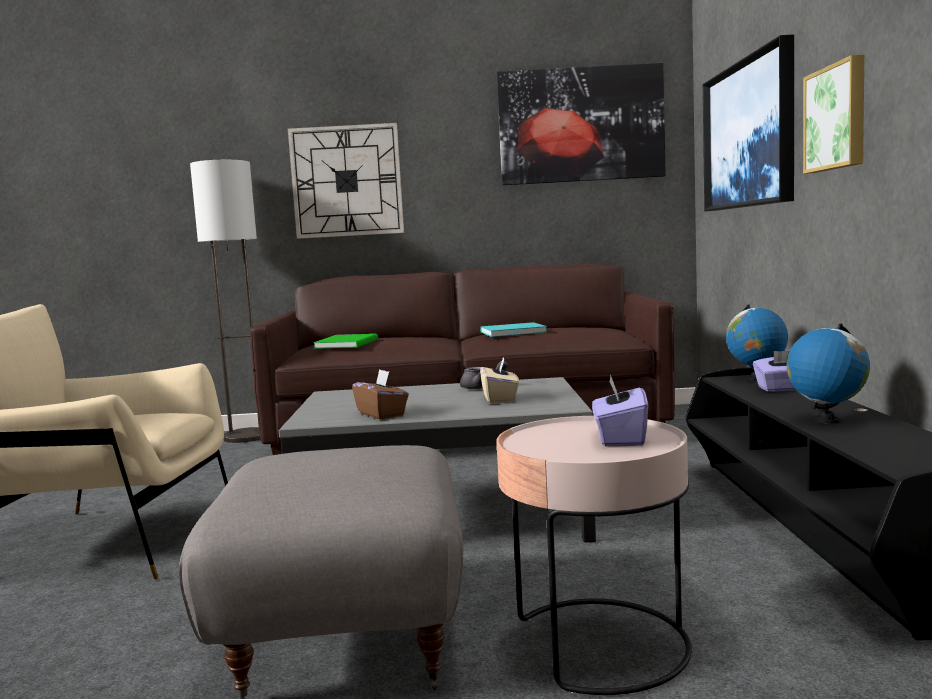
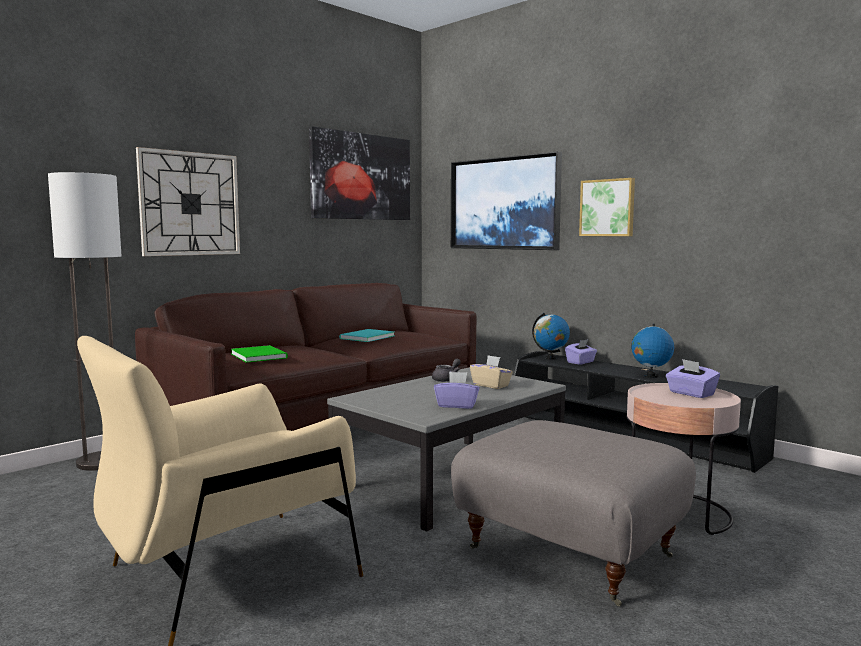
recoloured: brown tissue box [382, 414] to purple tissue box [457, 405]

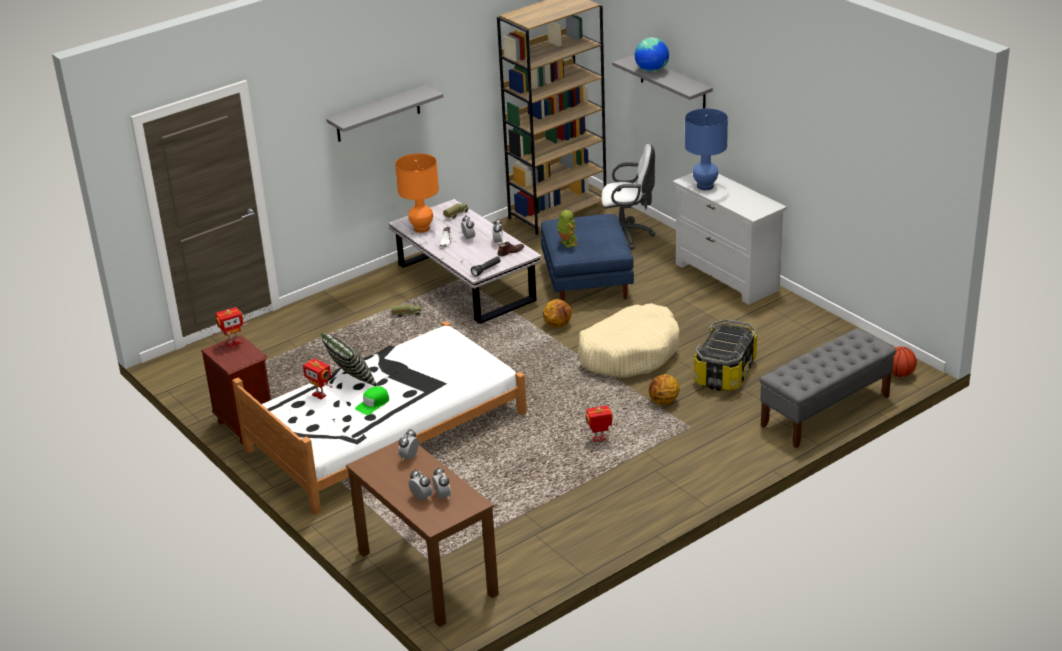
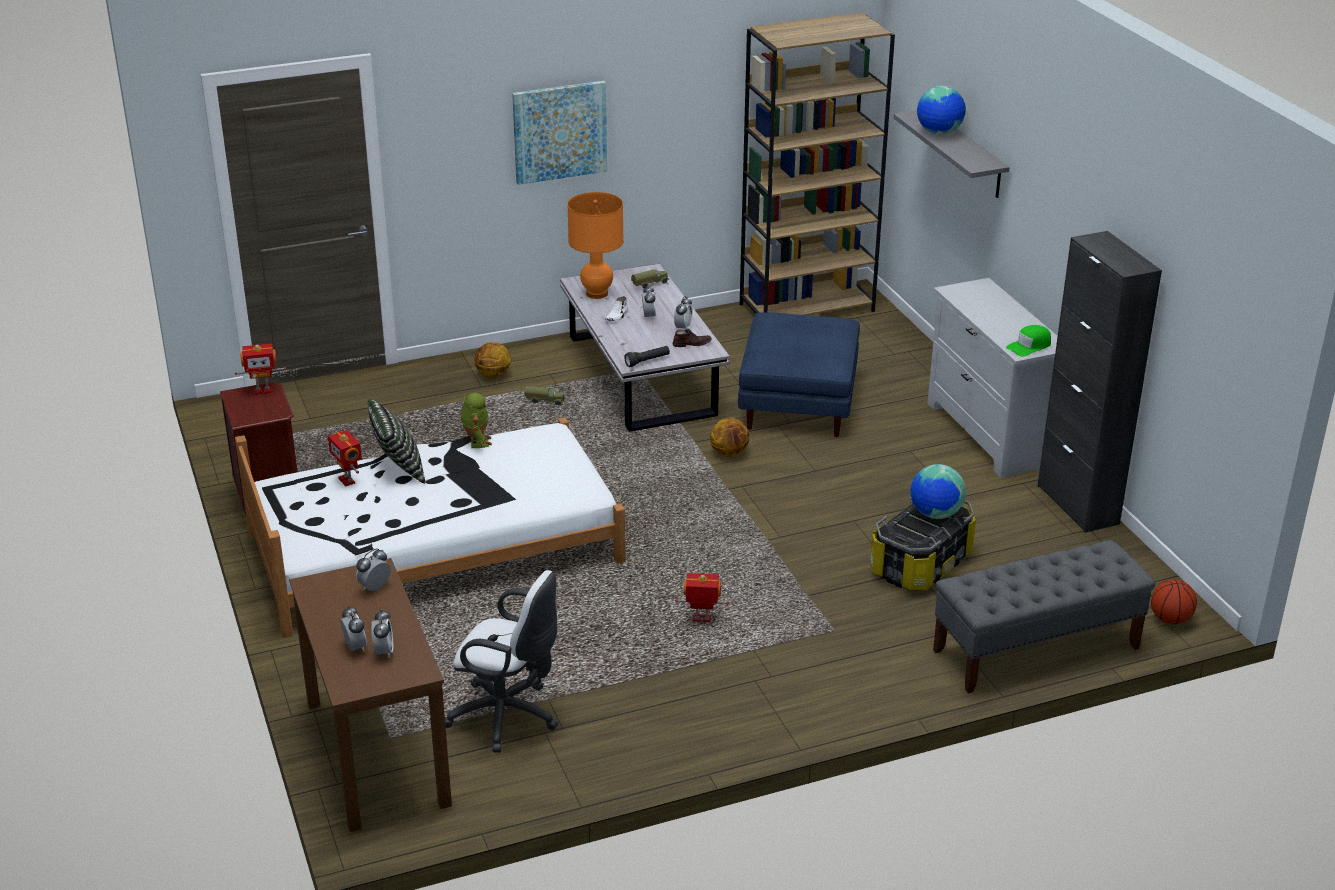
removed: beige dog bed [629, 353]; blue table lamp [705, 186]
added: globe [935, 514]; black cabinet [1077, 505]
moved: green cap [373, 404] to [1029, 346]; toy robot [567, 243] to [476, 442]; white office chair [626, 236] to [508, 717]; basketball [664, 402] to [493, 375]
replaced: grey shelf [378, 114] to picture [559, 131]

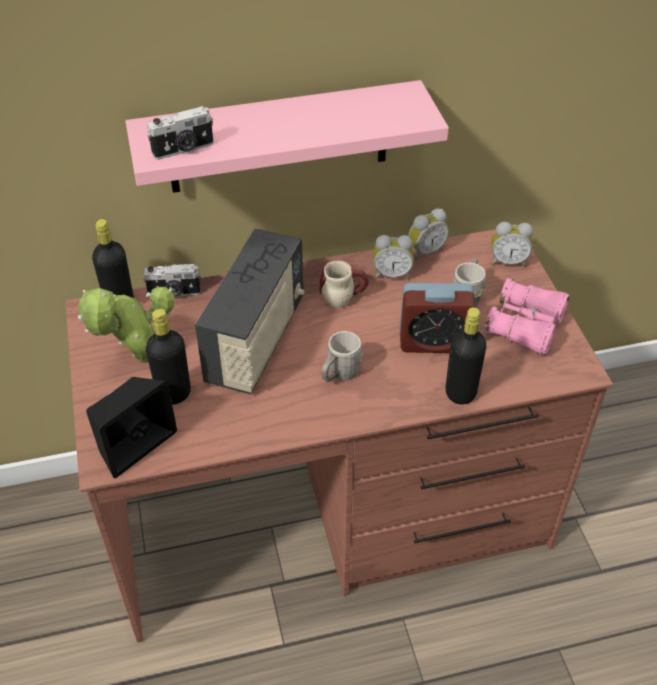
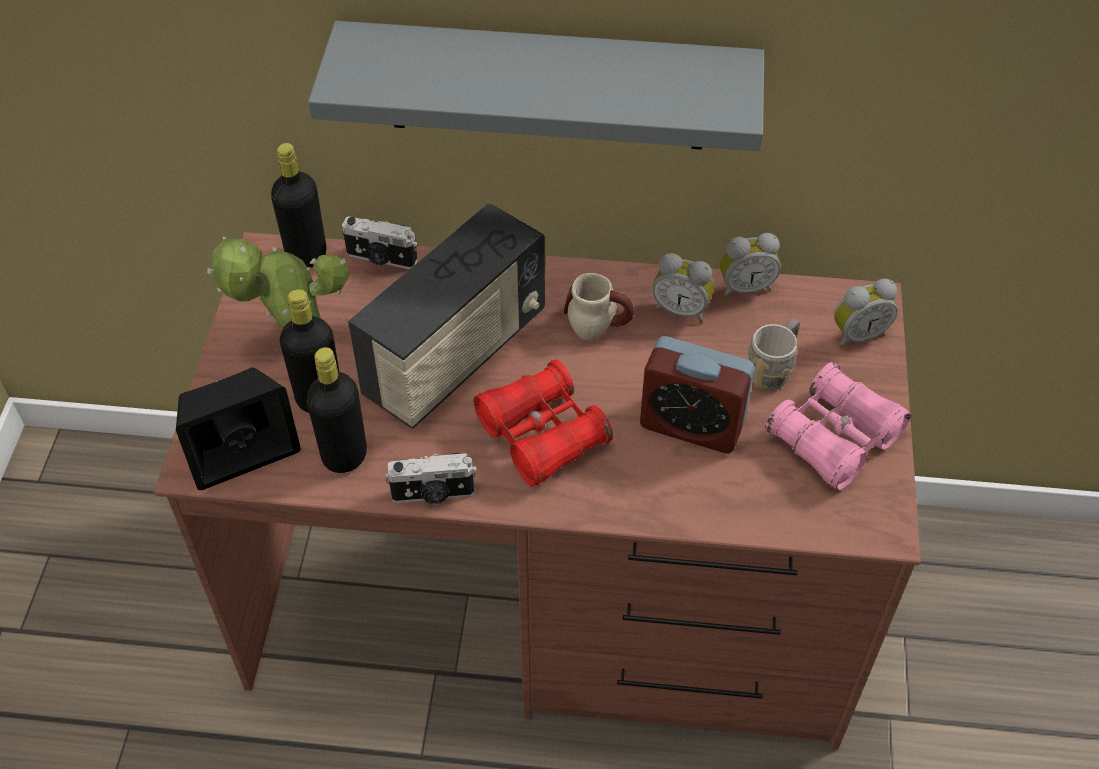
moved: photo camera [184, 150] to [433, 494]; black bottle [460, 392] to [344, 455]
replaced: grey mug [339, 374] to red binoculars [542, 435]
recoloured: pink shelf [278, 138] to grey shelf [547, 86]
turned: alarm clock [508, 261] = [857, 334] 45 degrees counterclockwise

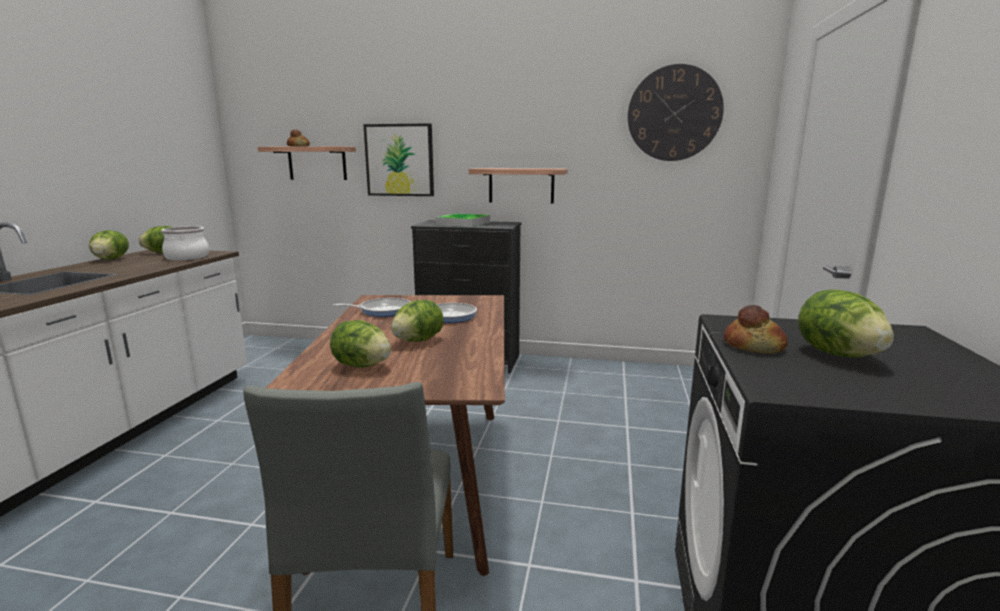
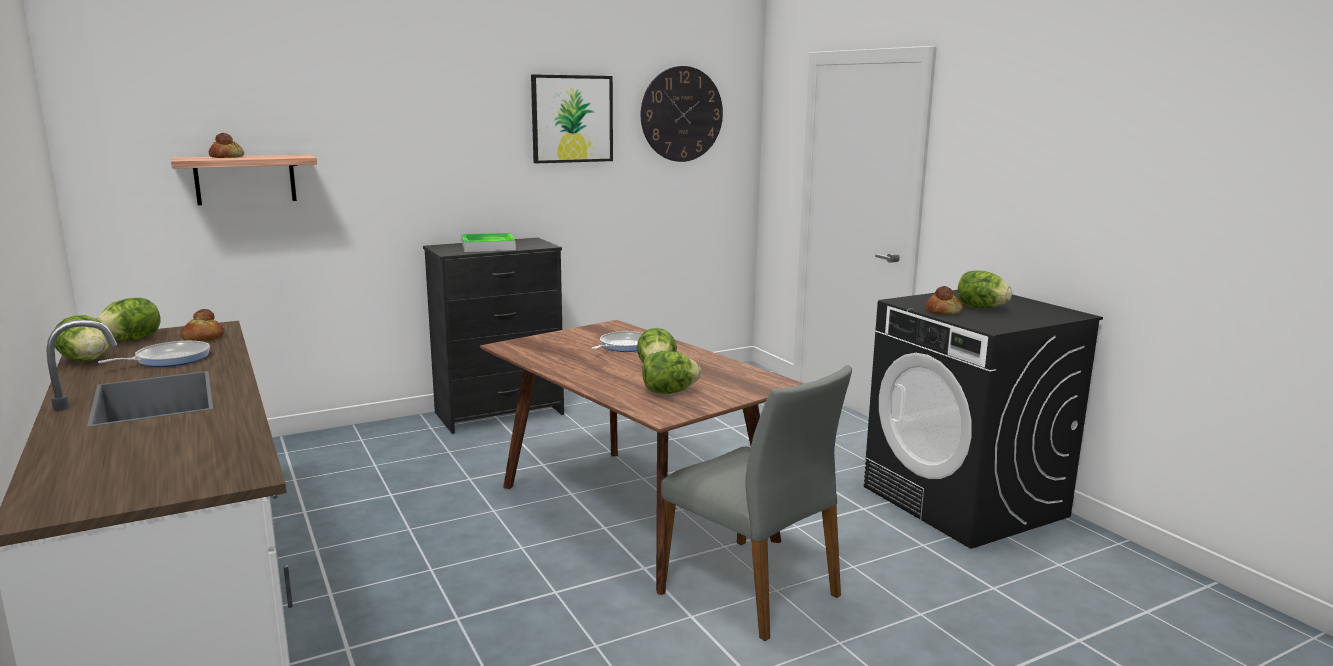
removed: shelf [521, 185]
moved: frying pan [382, 310] to [169, 359]; picture [399, 160] to [572, 119]
replaced: cooking pot [187, 257] to bread [203, 338]

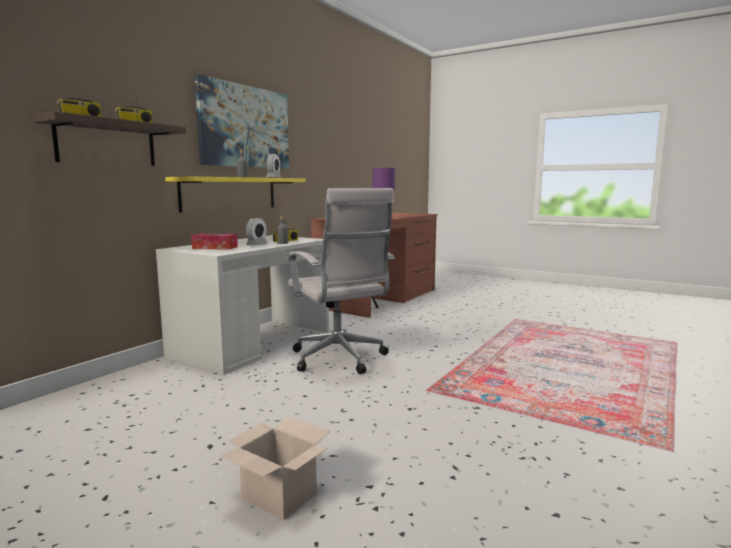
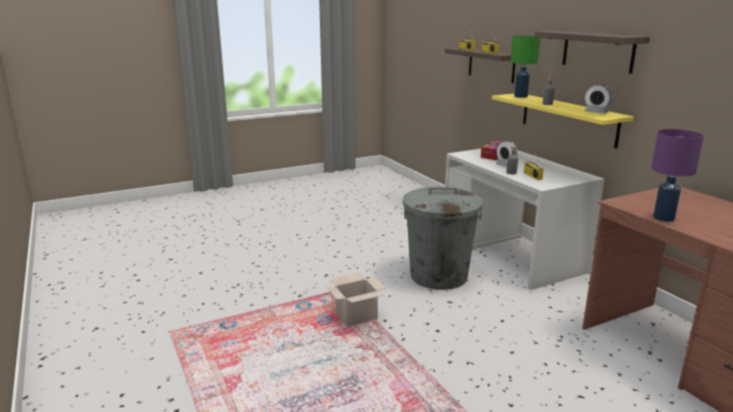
added: green table lamp [520, 96]
moved: cardboard box [277, 496] to [357, 316]
replaced: picture [245, 127] to shelf [597, 51]; white office chair [340, 359] to grey trash can [438, 276]

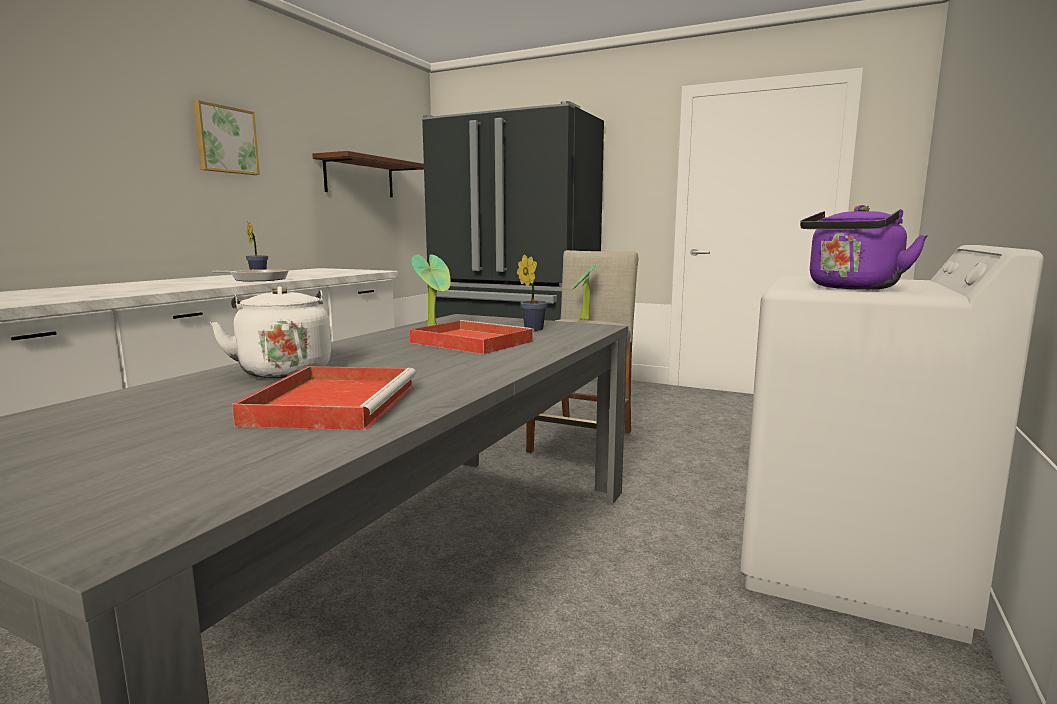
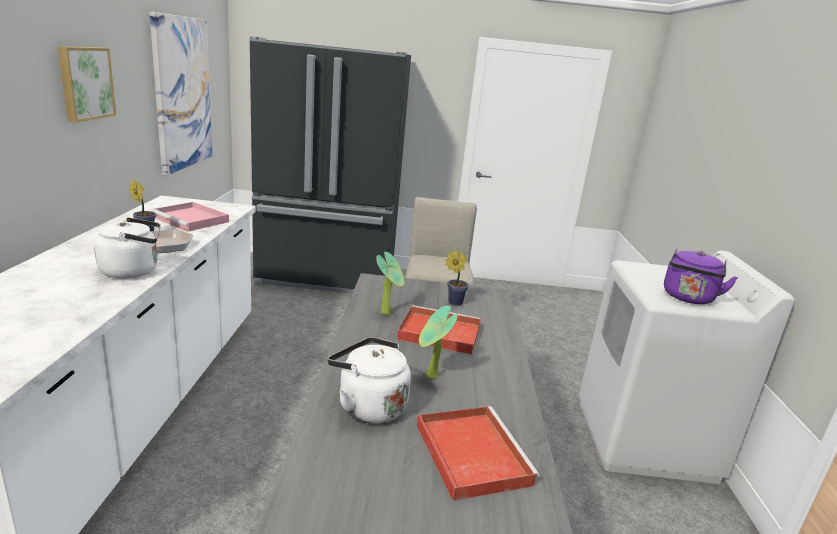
added: white kettle [133, 271]; pink tray [192, 219]
moved: potted plant [583, 319] to [430, 378]
replaced: brown shelf [359, 177] to picture [182, 93]

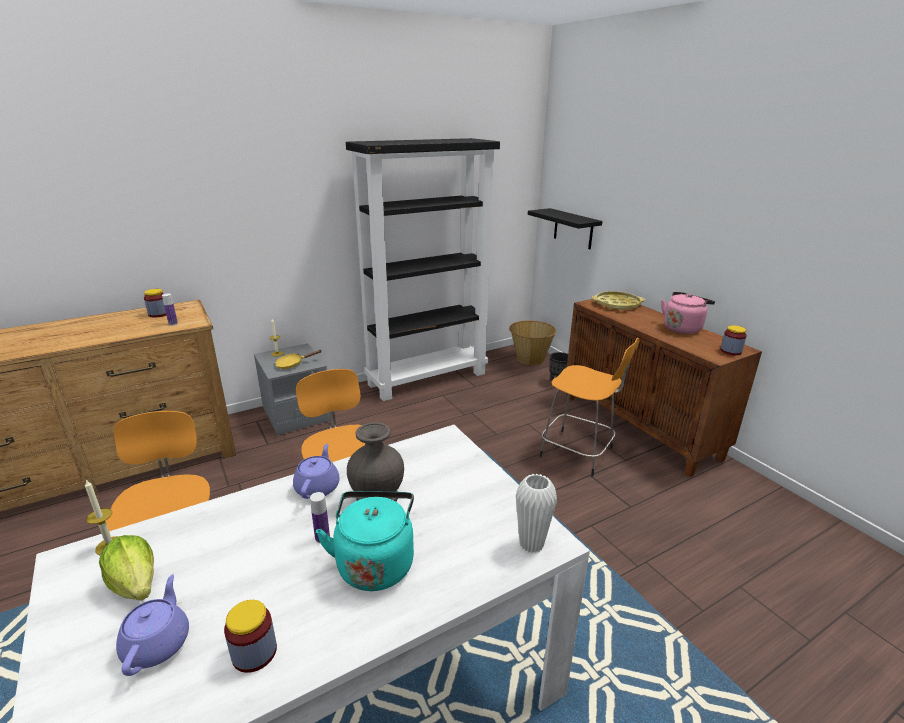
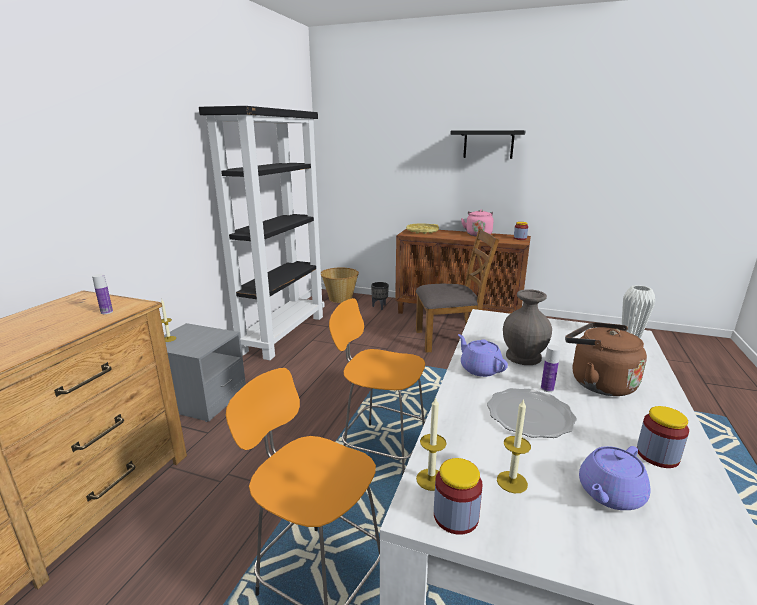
removed: yellow frying pan [292, 364]
added: plate [530, 416]
moved: jar [158, 314] to [456, 516]; black shelf [573, 229] to [488, 144]
replaced: lettuce [136, 584] to candle [512, 482]; orange stool [579, 453] to brown chair [449, 339]
recoloured: turquoise kettle [375, 562] to brown kettle [598, 383]
turned: purple teapot [158, 643] = [609, 494] 90 degrees counterclockwise

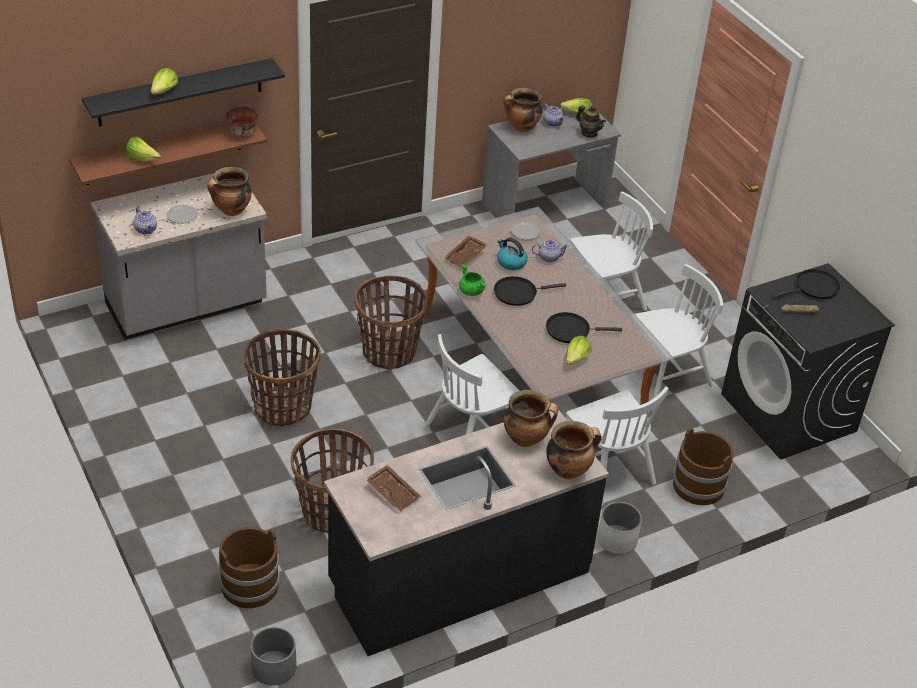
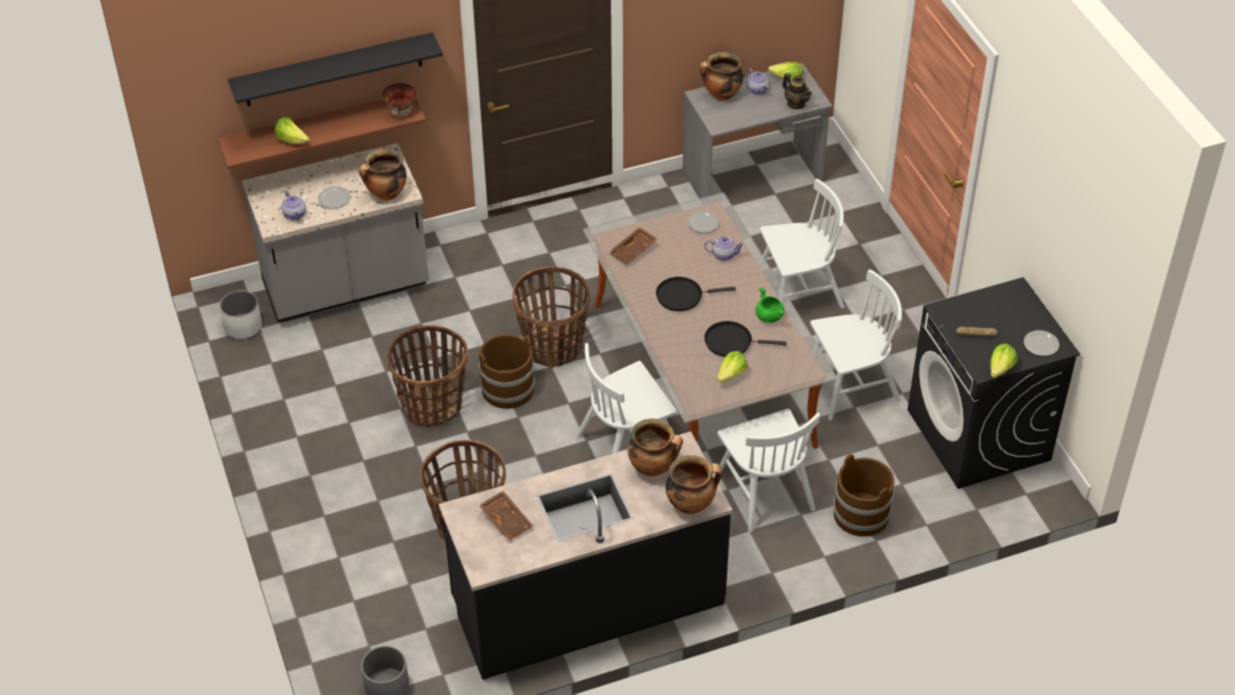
removed: kettle [511, 262]; black frying pan [814, 288]
added: plate [1041, 344]
moved: lettuce [164, 91] to [1000, 369]; brown bucket [249, 586] to [507, 389]; green cooking pot [471, 291] to [769, 316]; white planter [616, 540] to [243, 327]

